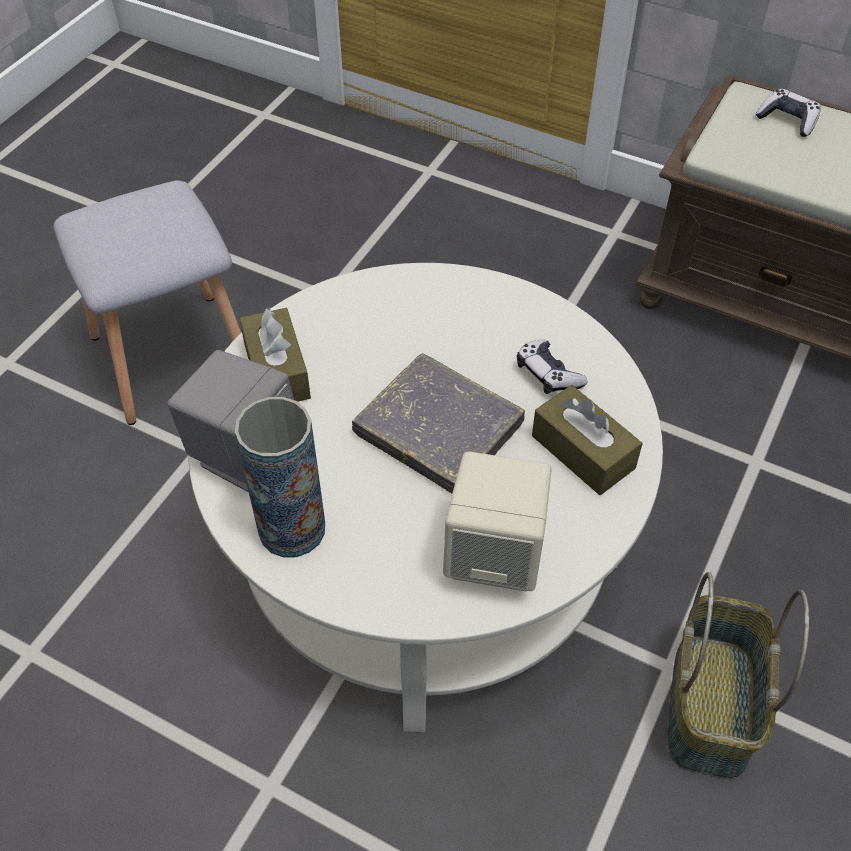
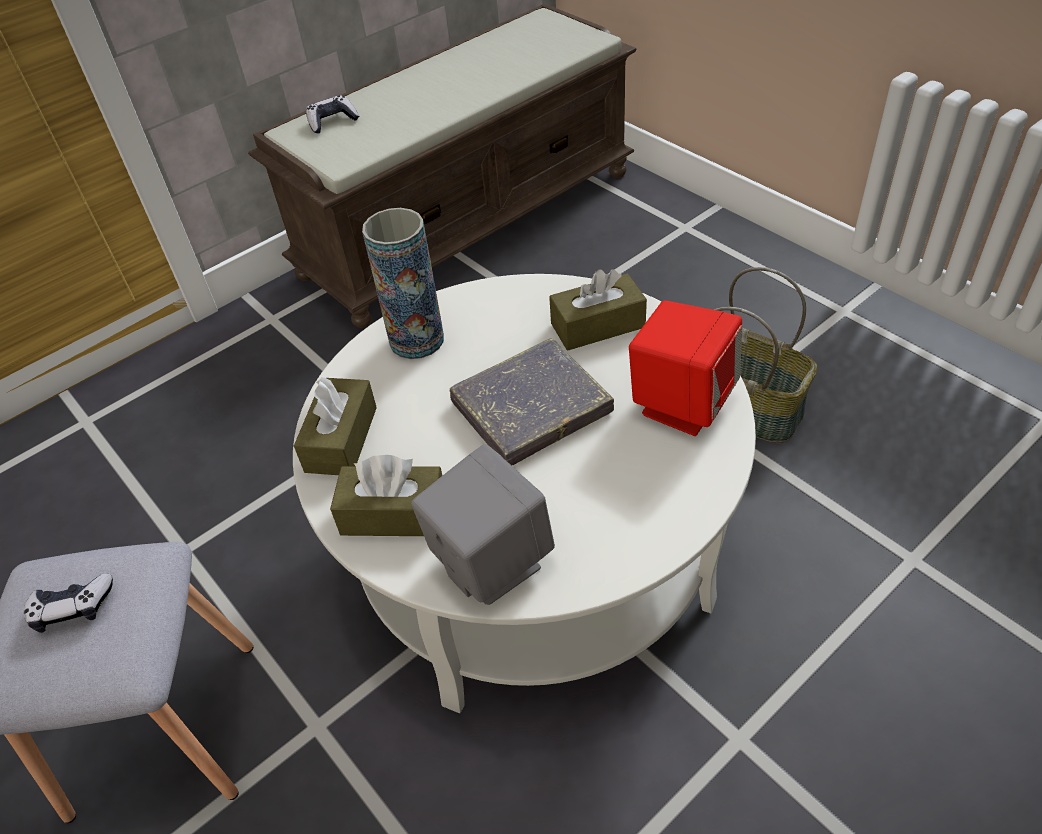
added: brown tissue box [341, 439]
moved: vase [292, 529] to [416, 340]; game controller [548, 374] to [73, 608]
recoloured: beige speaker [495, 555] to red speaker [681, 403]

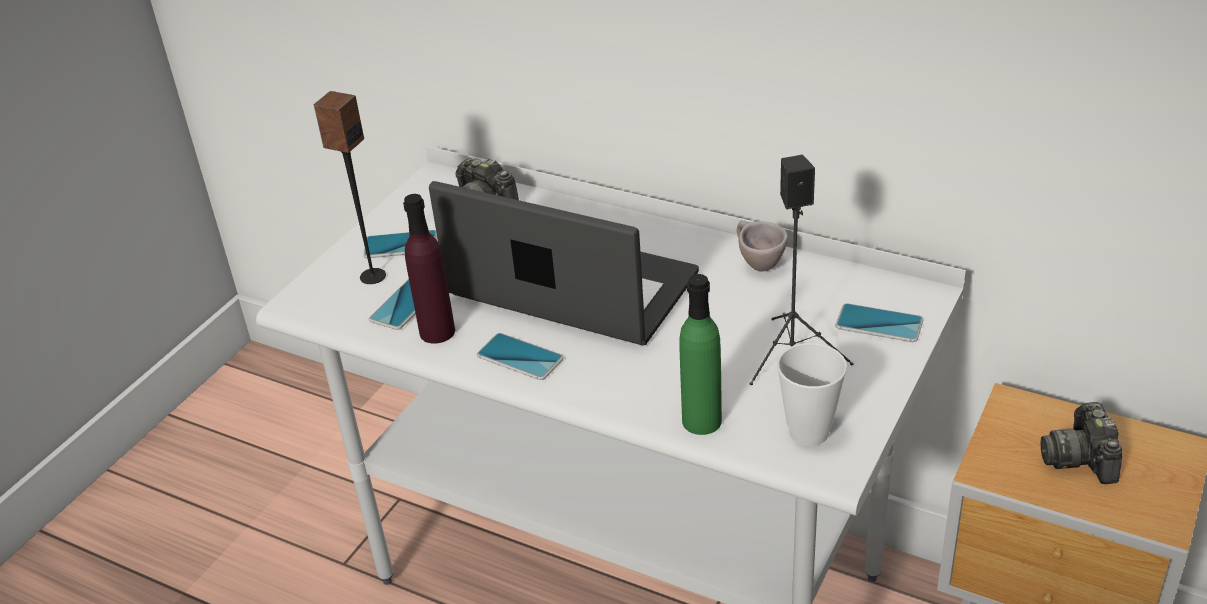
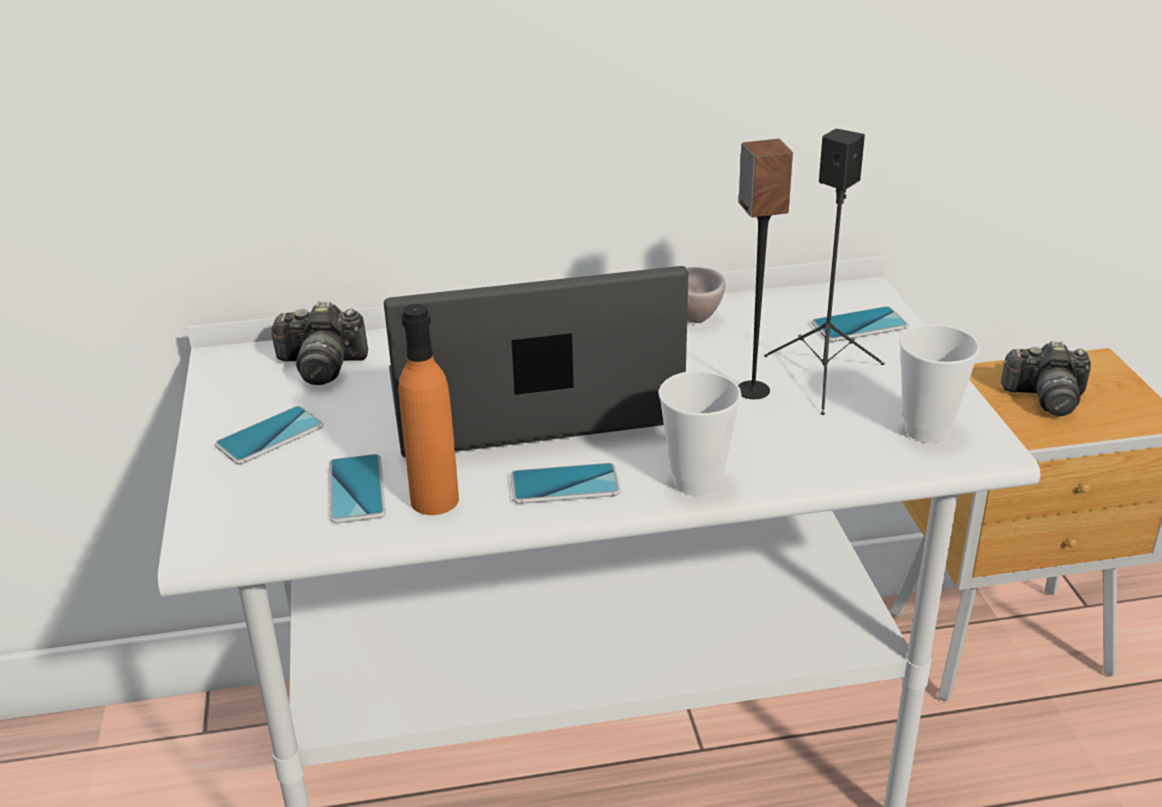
removed: green bottle [701, 421]
added: cup [696, 482]
moved: speaker [372, 276] to [752, 390]
recoloured: purple bottle [437, 332] to orange bottle [434, 500]
turned: photo camera [1081, 458] = [1045, 398] 45 degrees counterclockwise

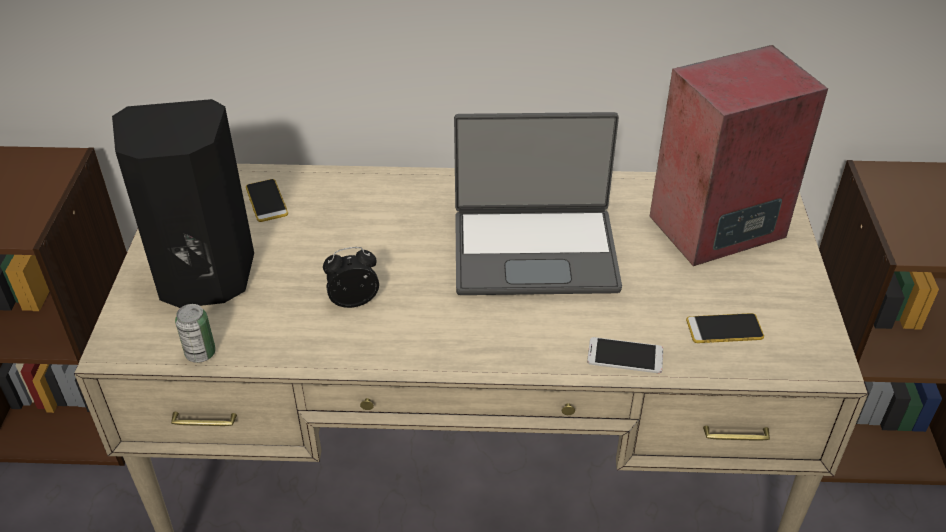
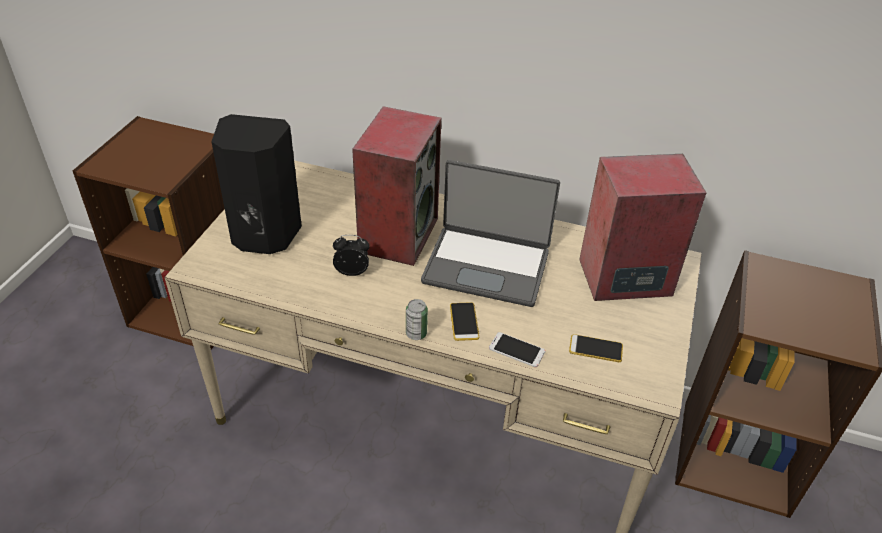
added: speaker [398, 234]
moved: can [200, 353] to [416, 333]; phone [266, 201] to [464, 322]

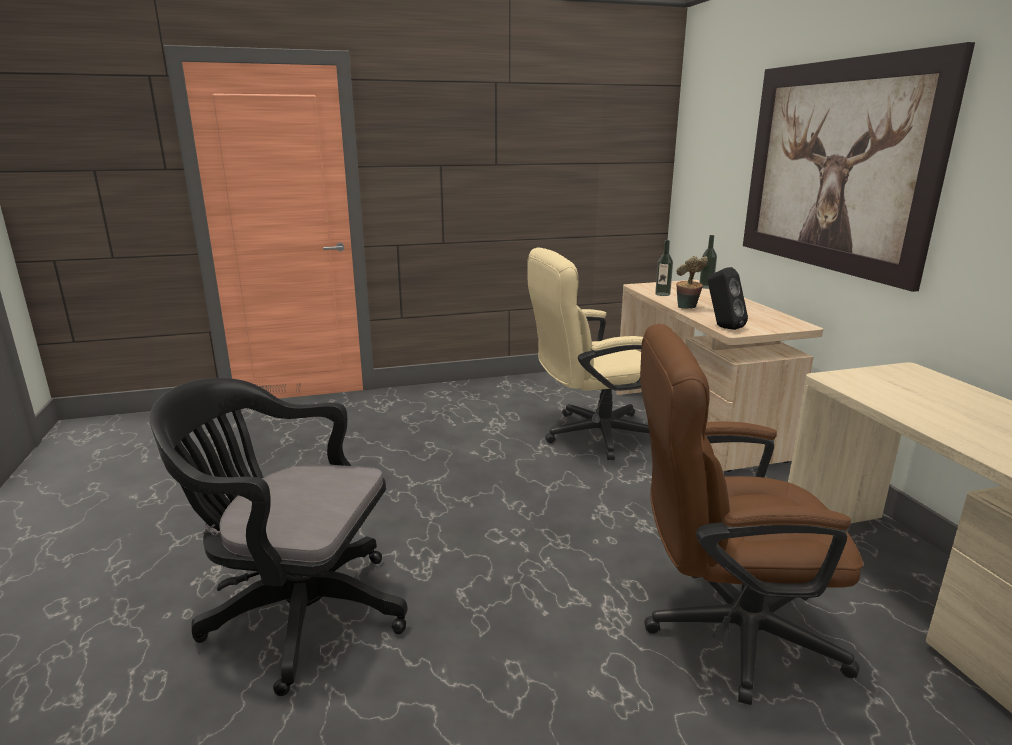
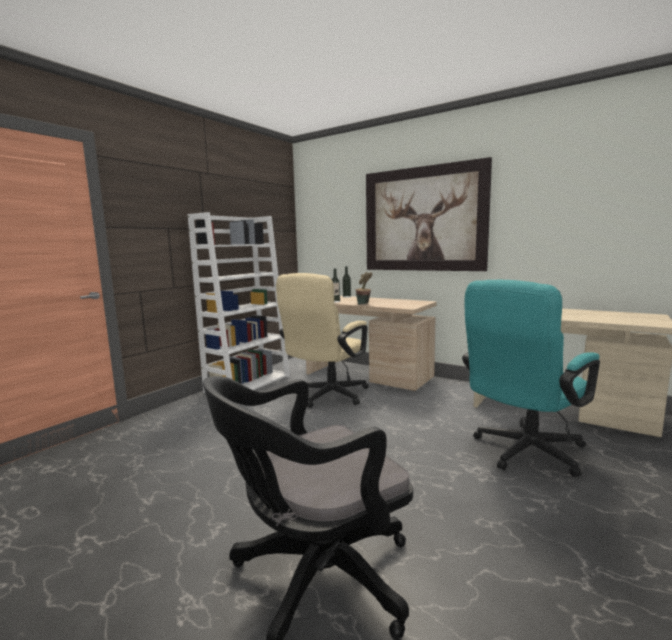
removed: black speaker [722, 327]
added: white bookcase [248, 384]
recoloured: brown office chair [724, 630] to turquoise office chair [523, 453]

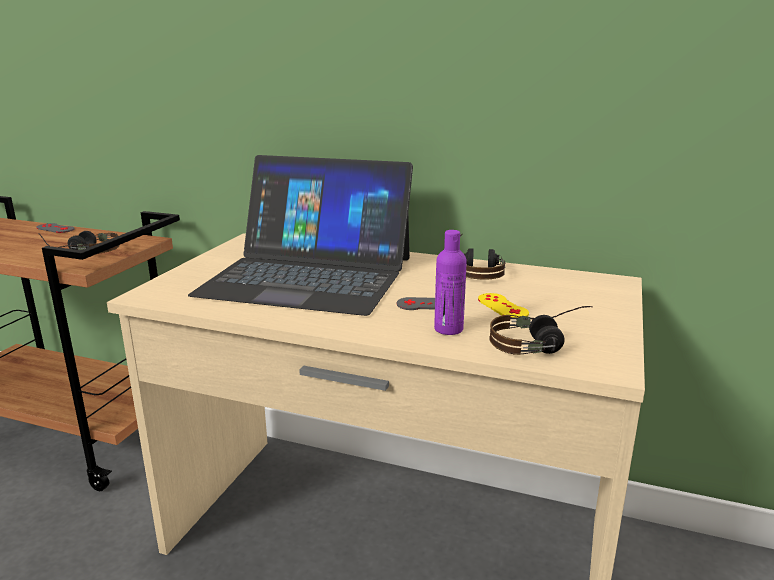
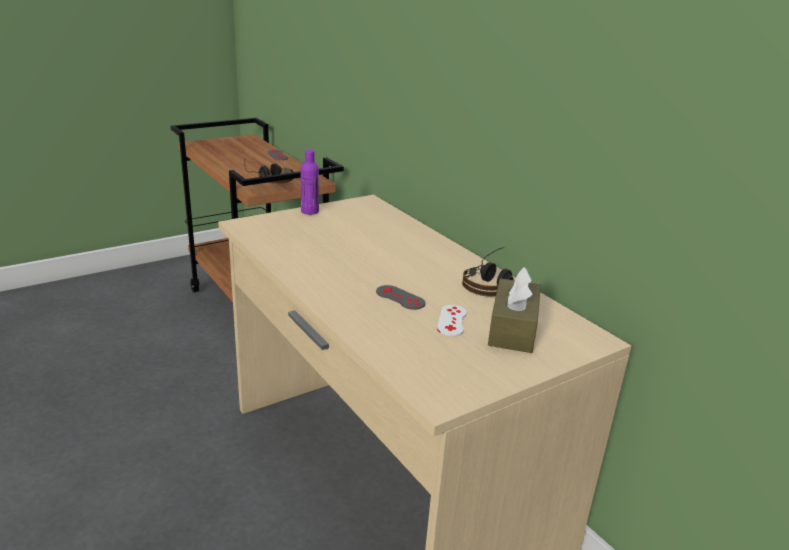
removed: laptop [308, 275]; headphones [541, 344]
added: brown tissue box [512, 329]
moved: purple bottle [448, 329] to [310, 211]
recoloured: yellow game controller [502, 306] to white game controller [452, 320]

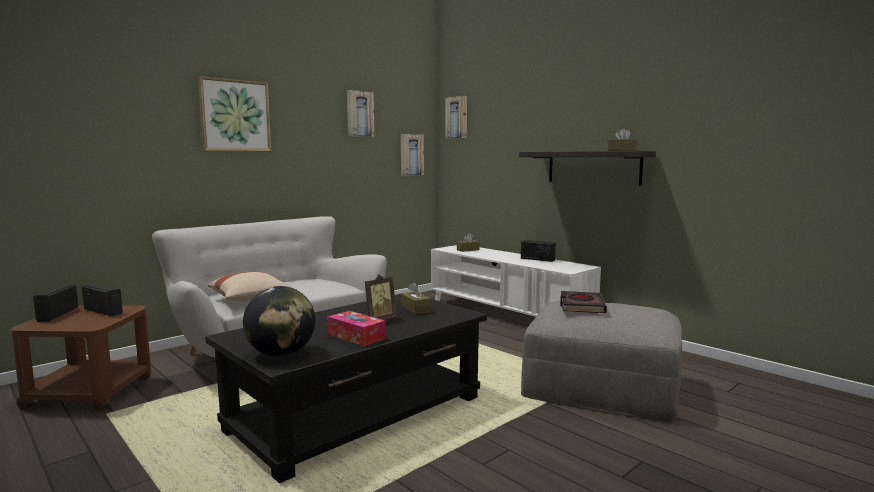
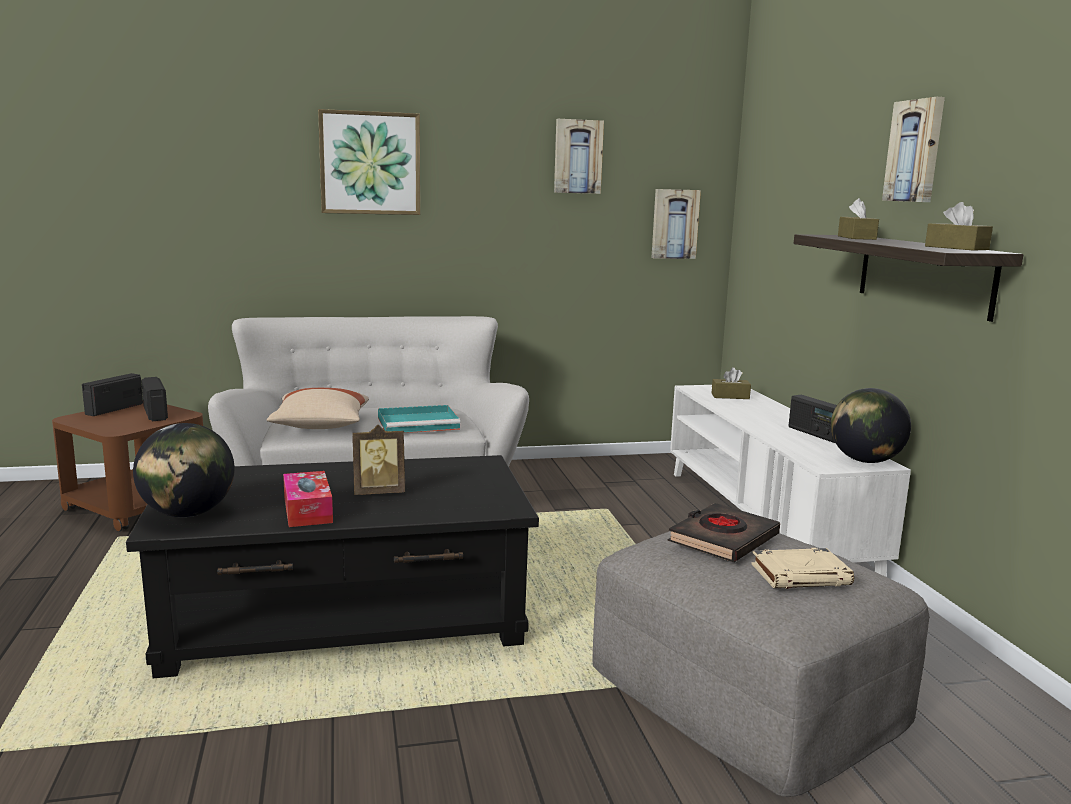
added: turquoise tray [420, 423]; beige book [801, 575]; globe [865, 461]
moved: brown tissue box [415, 309] to [856, 238]; picture [457, 117] to [916, 151]

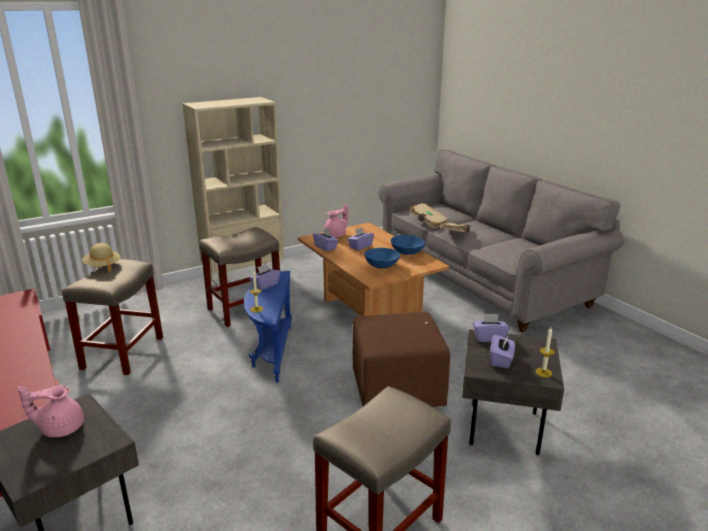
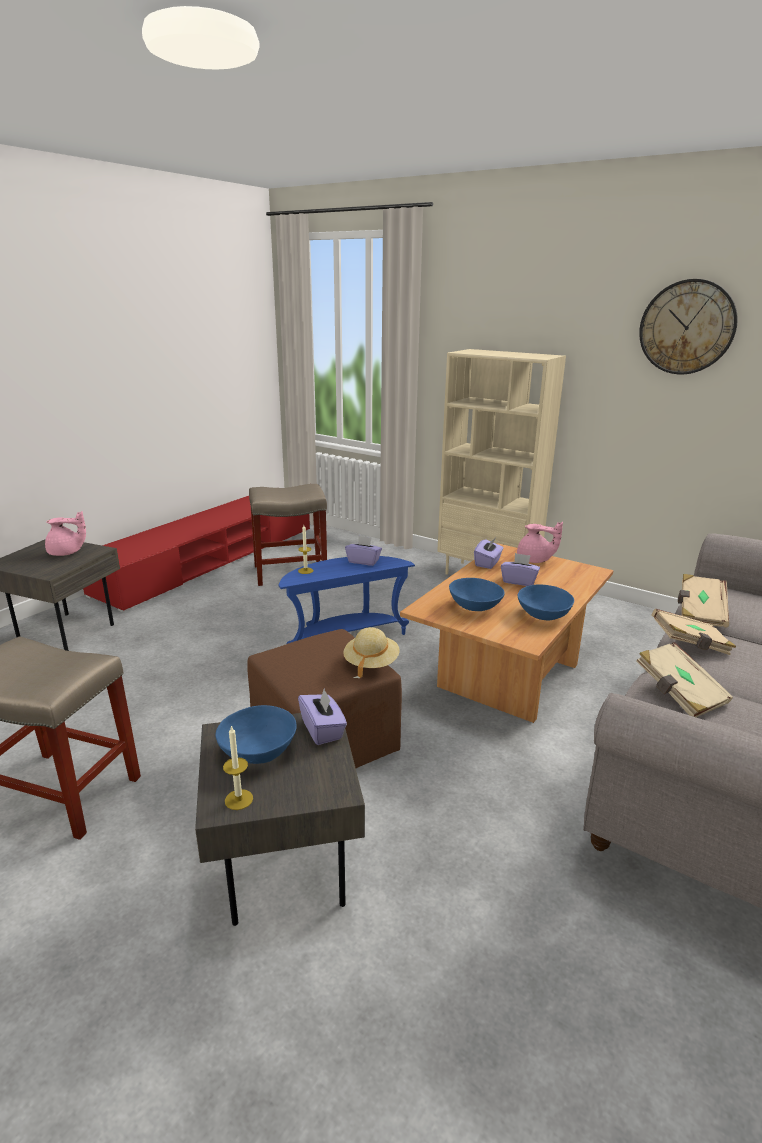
removed: beige stool [244, 309]
added: beige book [678, 693]; wall clock [687, 327]
moved: beige hat [102, 266] to [371, 663]
replaced: purple tissue box [501, 360] to blue bowl [259, 750]
turned: pink teapot [60, 428] = [66, 553] 120 degrees clockwise

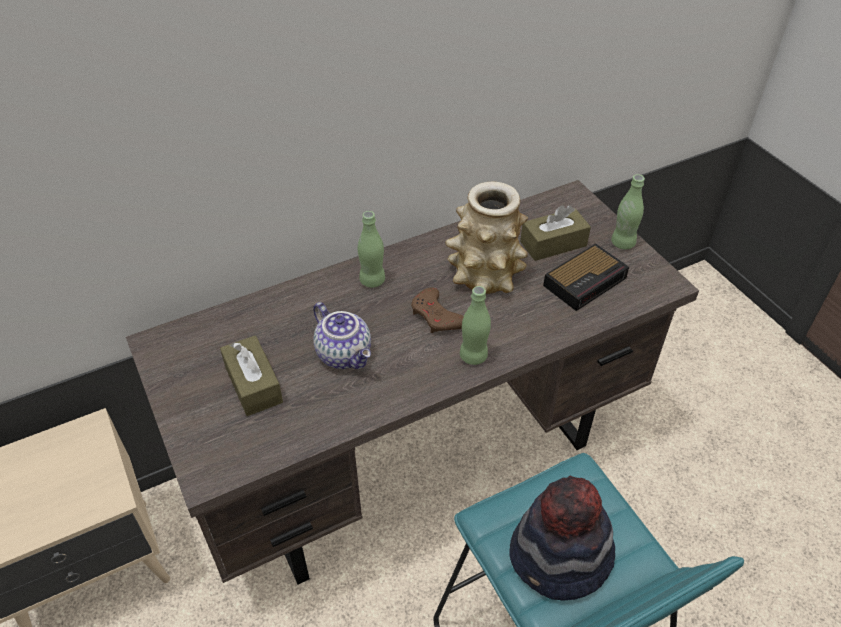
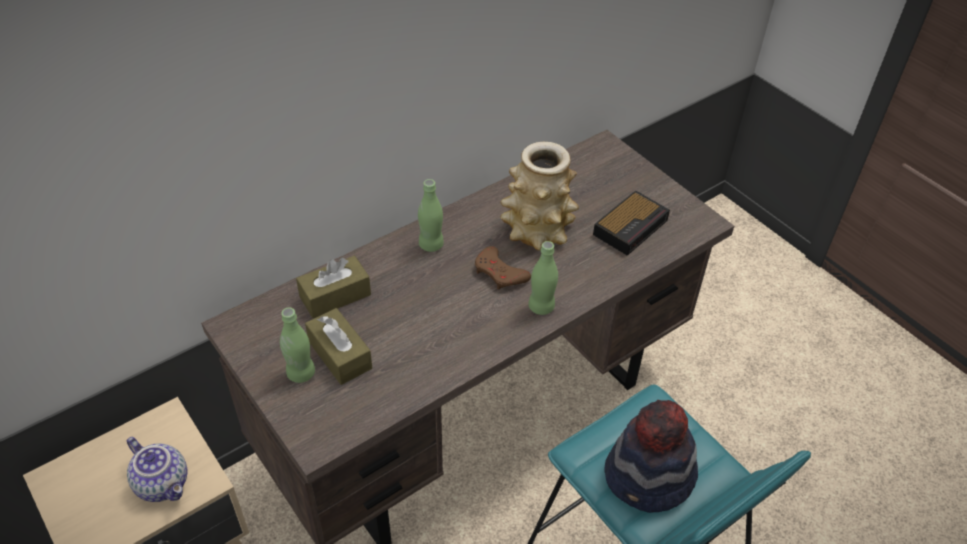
moved: teapot [345, 354] to [164, 483]; brown tissue box [553, 244] to [335, 296]; green bottle [622, 243] to [301, 373]

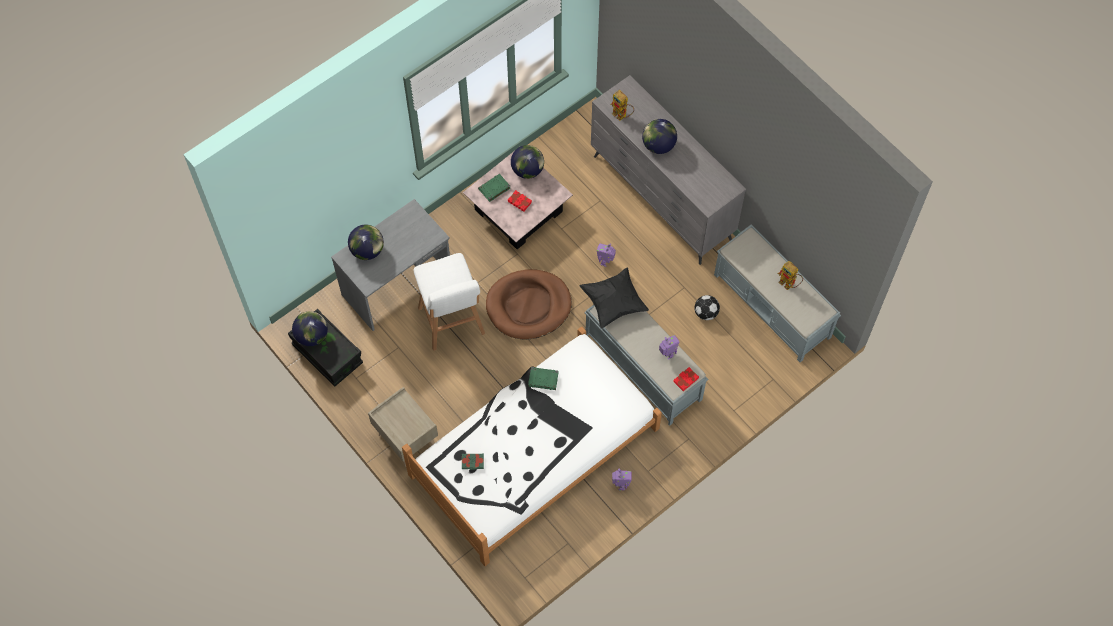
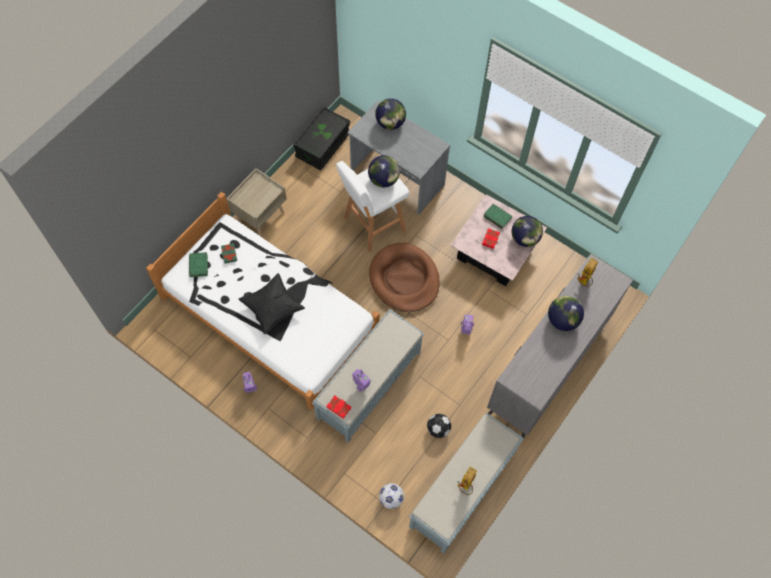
added: football [391, 499]
moved: globe [312, 336] to [384, 180]; green book [543, 379] to [199, 266]; black pillow [613, 303] to [272, 308]

